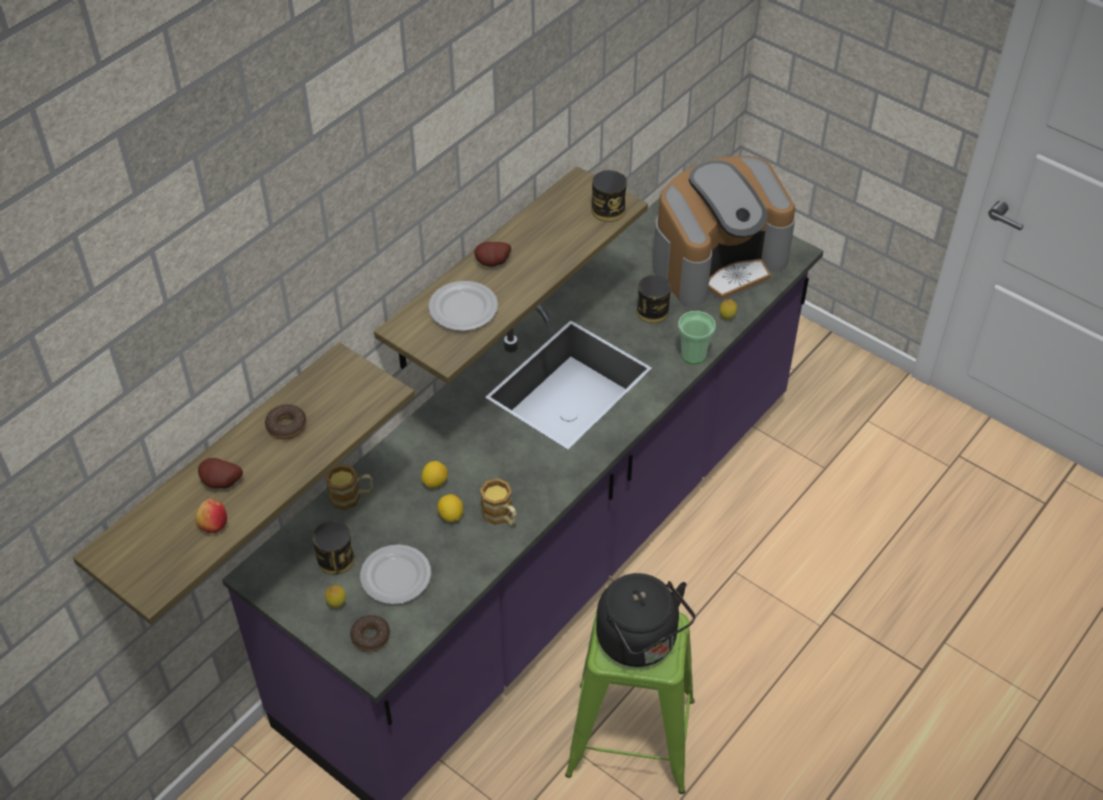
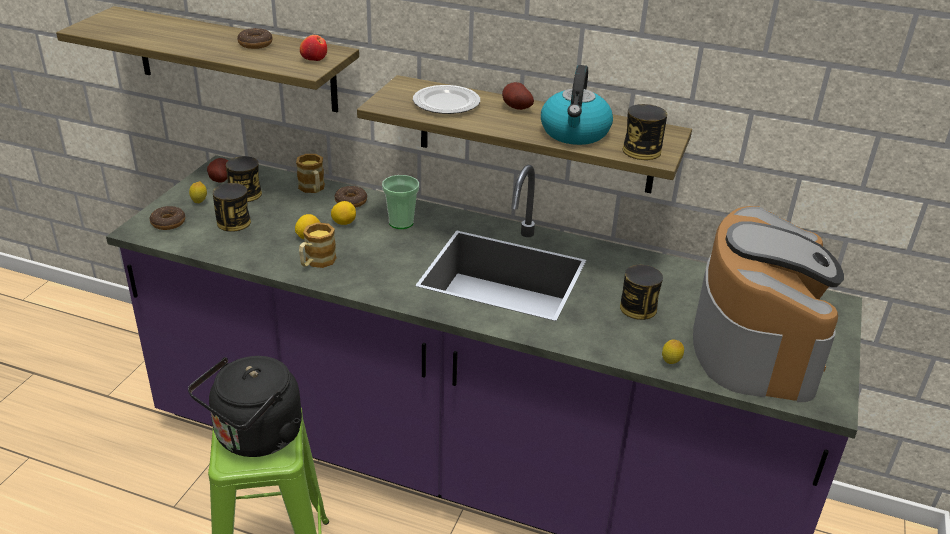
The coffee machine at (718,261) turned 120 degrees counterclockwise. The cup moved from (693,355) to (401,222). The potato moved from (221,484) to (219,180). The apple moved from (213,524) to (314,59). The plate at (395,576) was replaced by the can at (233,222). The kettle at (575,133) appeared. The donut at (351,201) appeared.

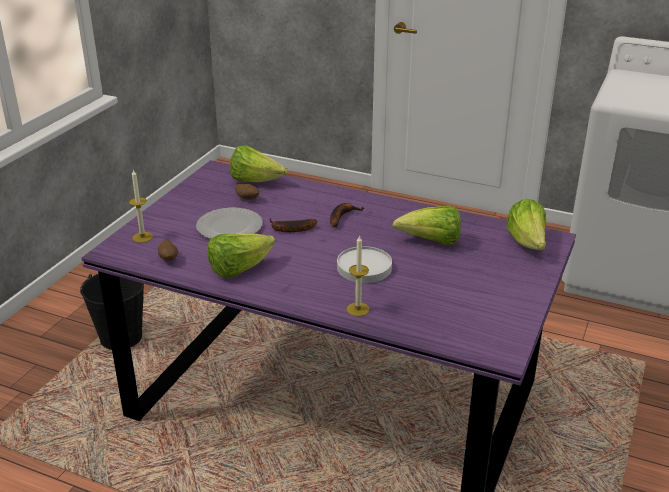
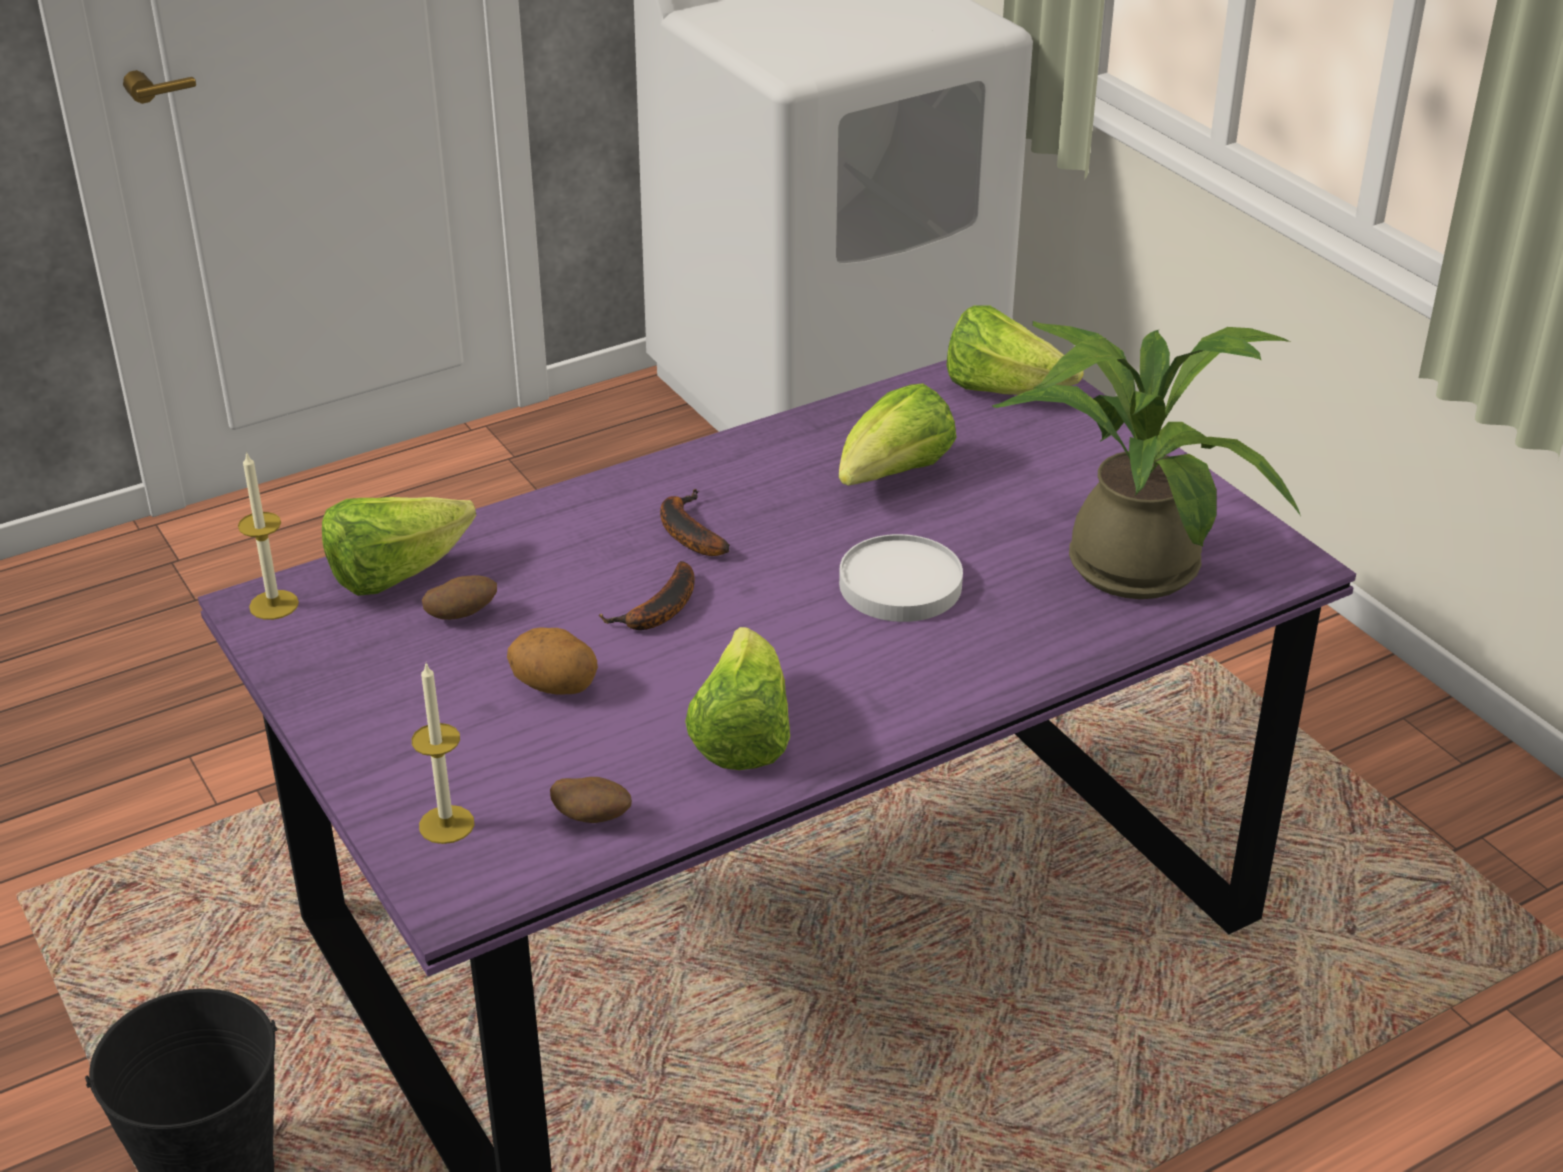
The plate at (229,227) was replaced by the potato at (555,686). The candle moved from (358,309) to (274,605). The potted plant at (1125,556) appeared.

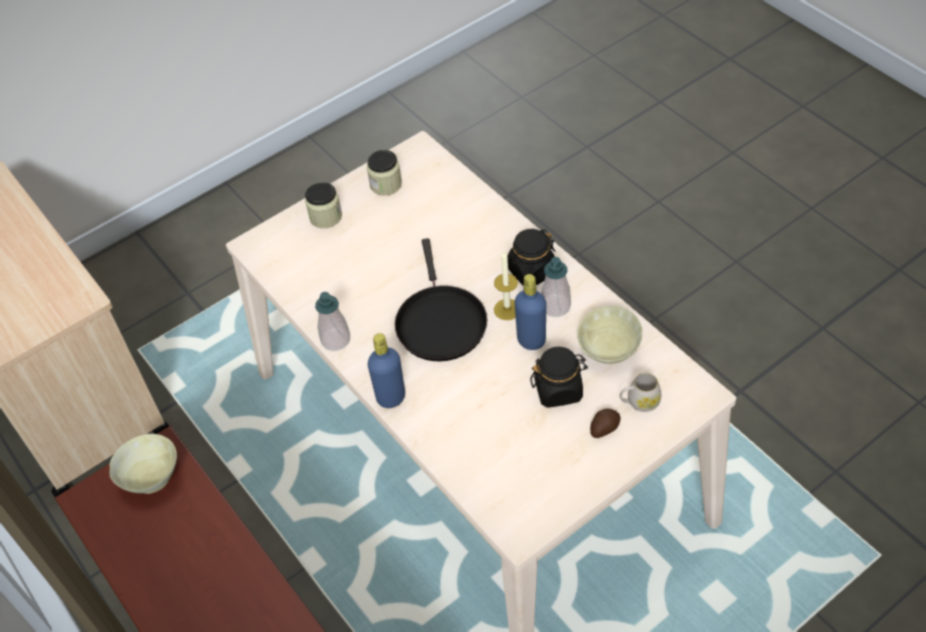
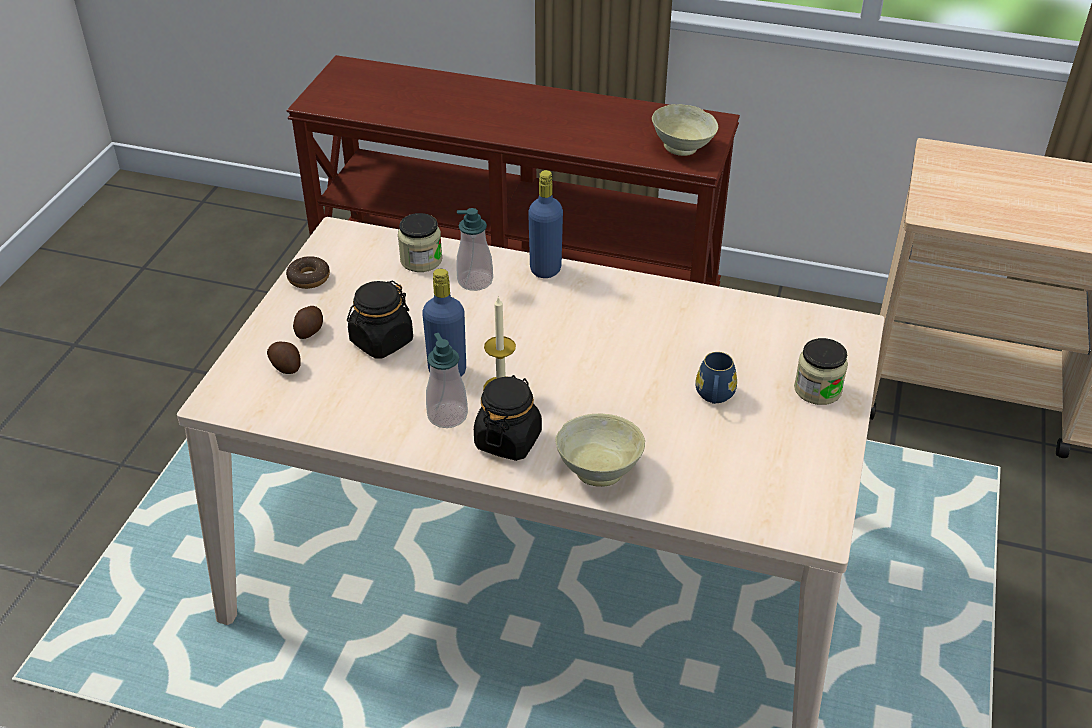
The jar moved from (386,184) to (421,260). The black frying pan at (440,322) disappeared. The soap dispenser moved from (335,340) to (475,281). The beige bowl moved from (607,351) to (600,470). The white mug at (639,402) was replaced by the potato at (286,365). The donut at (309,278) appeared. The blue mug at (714,396) appeared.

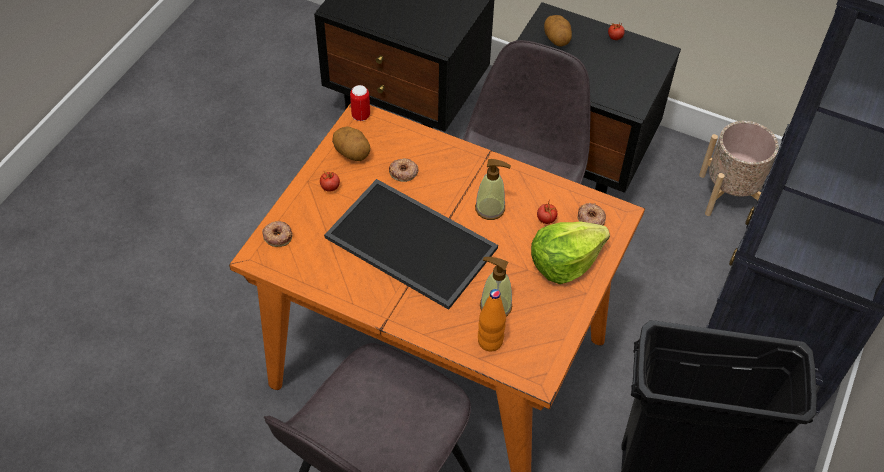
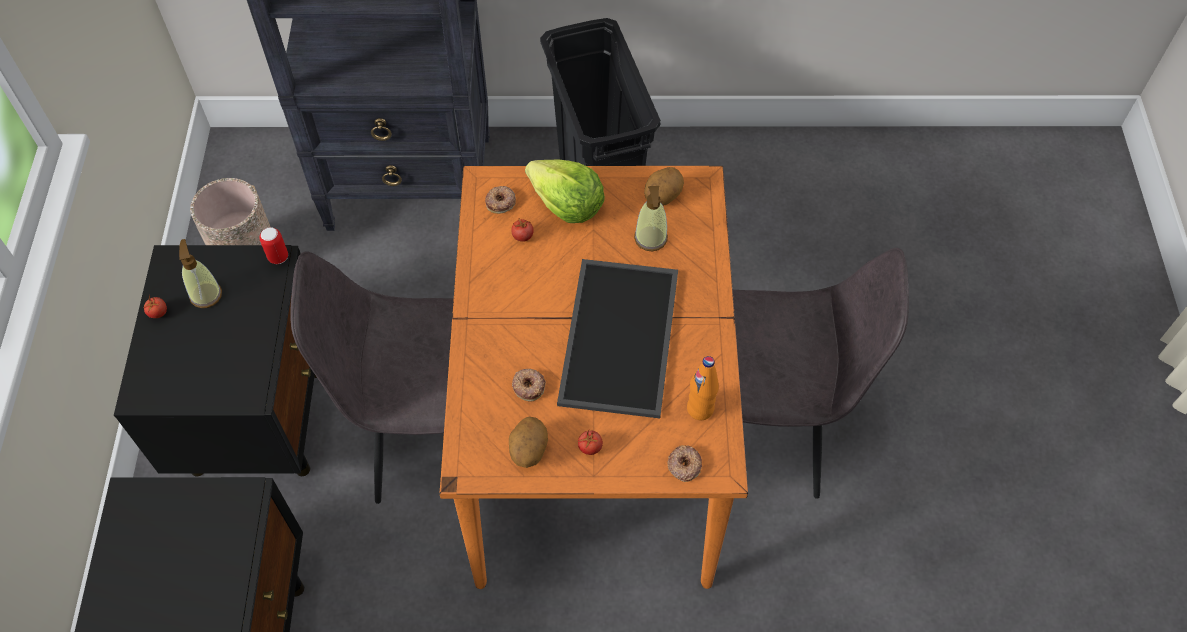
The potato moved from (557,39) to (662,196). The can moved from (361,115) to (278,257). The soap dispenser moved from (490,208) to (206,295). The orange bottle moved from (490,342) to (700,409).

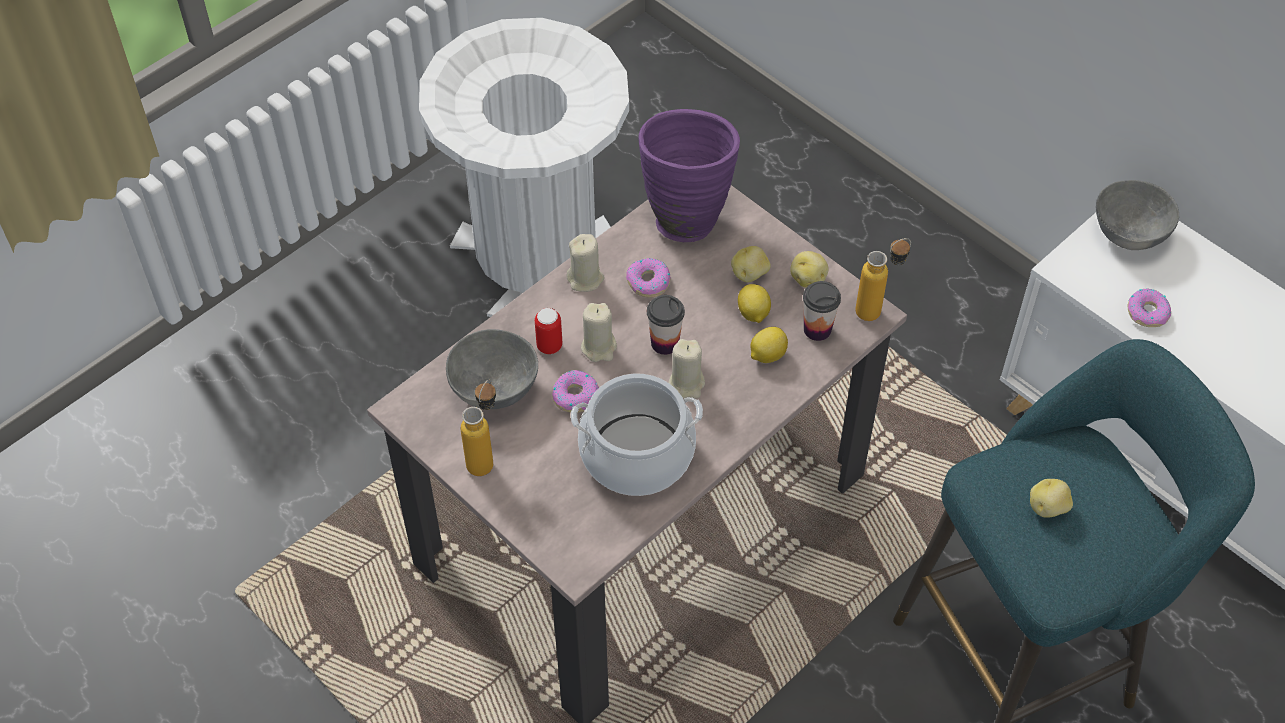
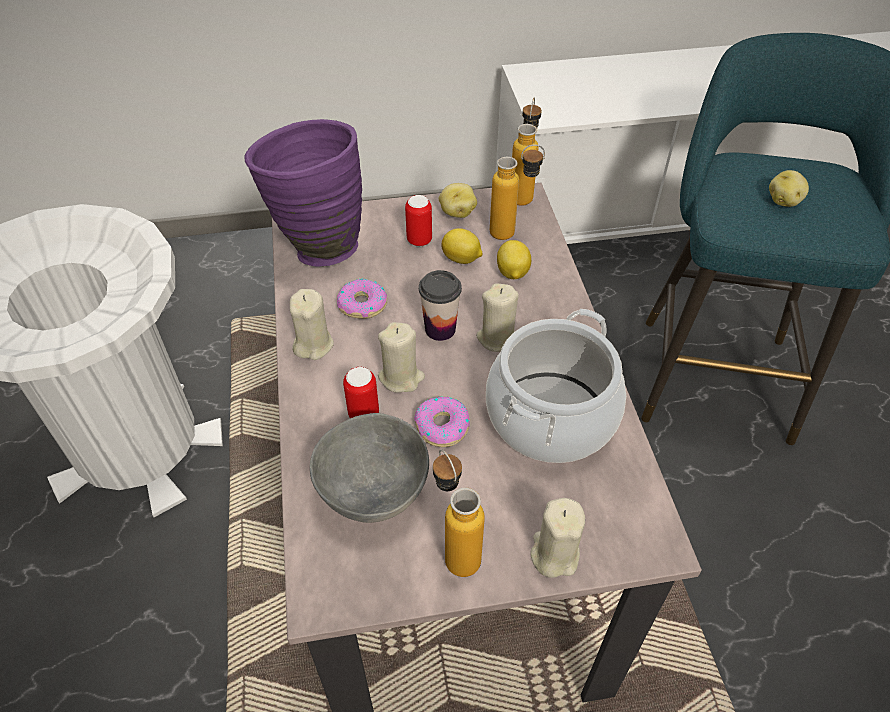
The grey bowl at (1127,235) disappeared. The potato at (750,274) was replaced by the can at (419,240). The cup at (817,329) was replaced by the bottle at (512,232). The donut at (1147,312) disappeared. The beige candle at (554,554) appeared.

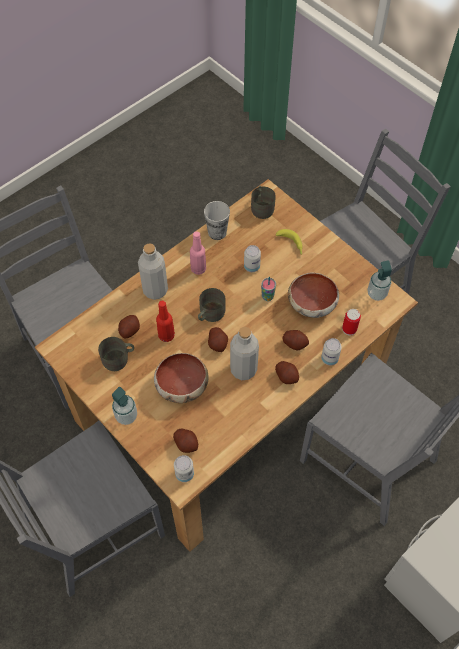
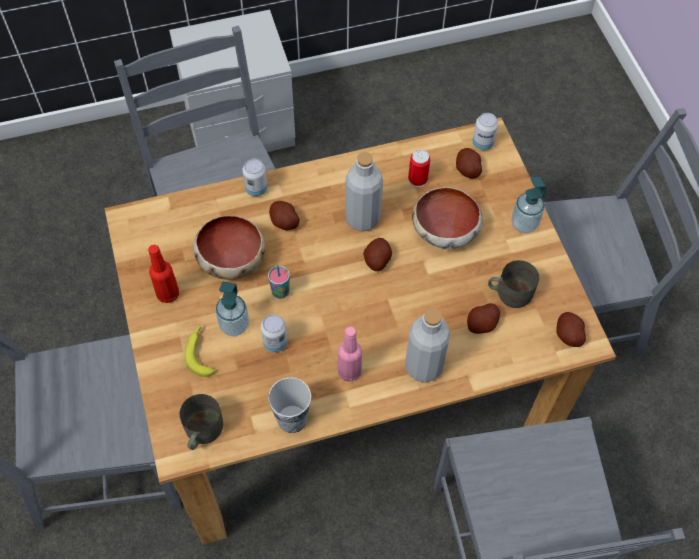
The soap dispenser moved from (377,293) to (234,325). The grey mug at (210,314) disappeared. The red bottle moved from (166,335) to (167,294). The can moved from (349,329) to (417,179). The potato moved from (287,376) to (568,335).

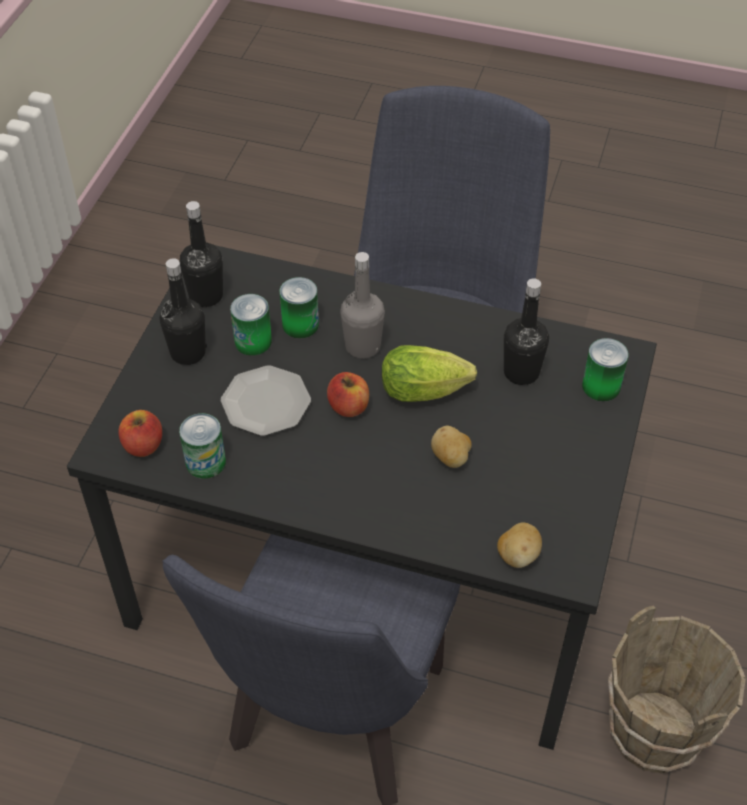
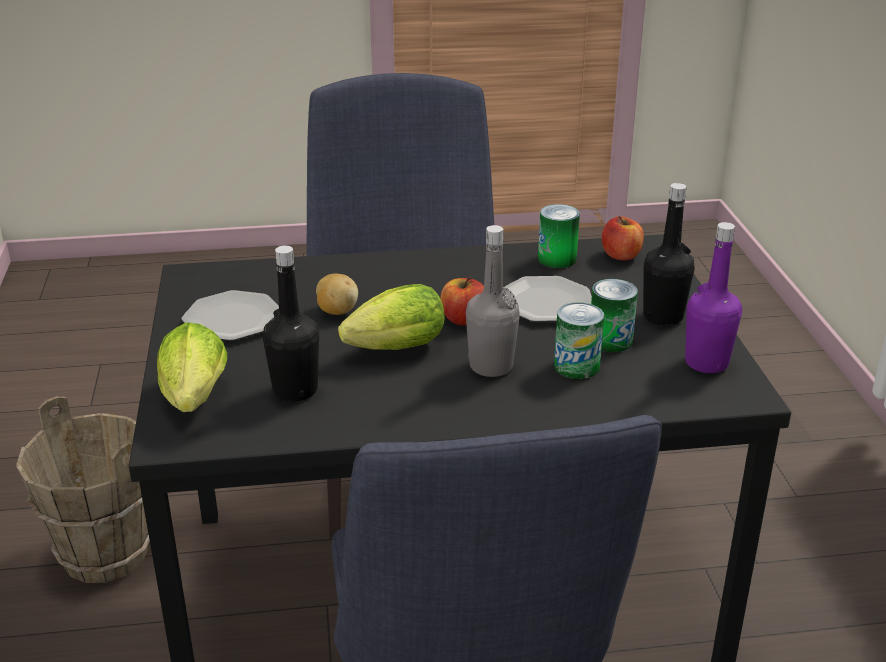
The black bottle at (206,296) became the purple bottle at (706,363). The can at (601,386) was replaced by the lettuce at (194,402). The potato at (518,555) disappeared. The plate at (233,319) appeared.

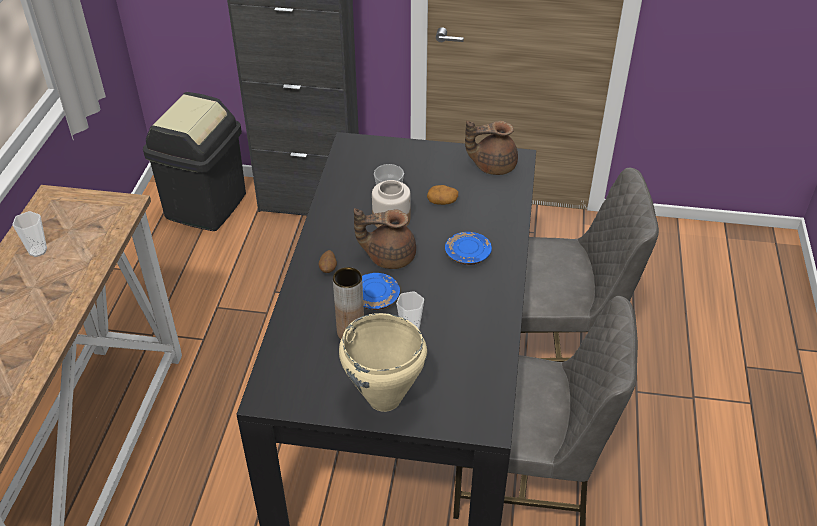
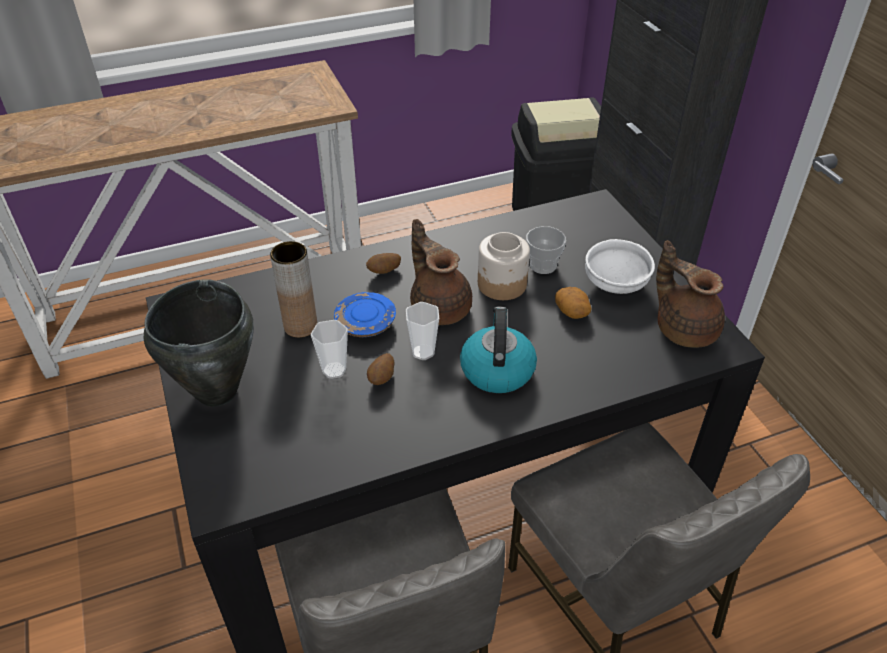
The cup moved from (38,251) to (423,352). The blue plate at (467,255) was replaced by the kettle at (497,369). The beige cooking pot at (384,399) became the black cooking pot at (216,392). The white bowl at (615,285) appeared. The potato at (382,378) appeared.

